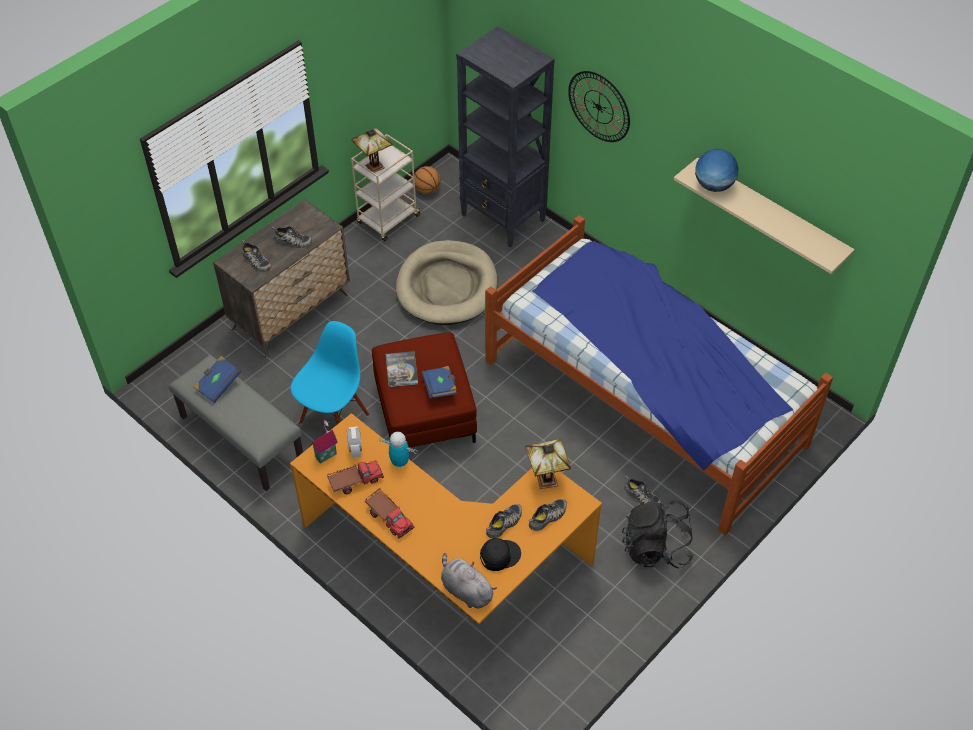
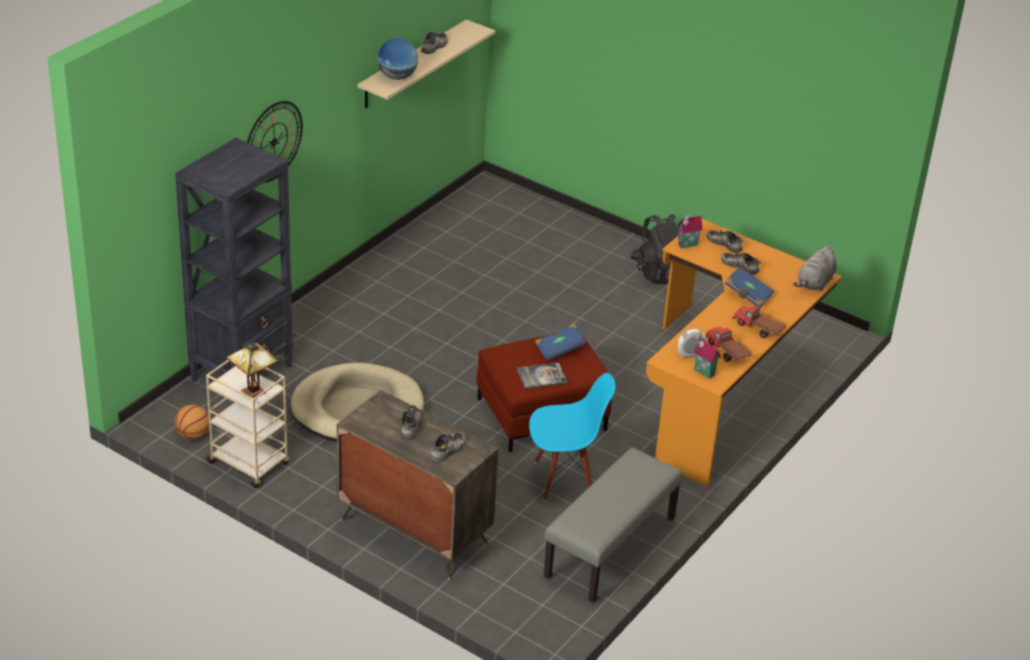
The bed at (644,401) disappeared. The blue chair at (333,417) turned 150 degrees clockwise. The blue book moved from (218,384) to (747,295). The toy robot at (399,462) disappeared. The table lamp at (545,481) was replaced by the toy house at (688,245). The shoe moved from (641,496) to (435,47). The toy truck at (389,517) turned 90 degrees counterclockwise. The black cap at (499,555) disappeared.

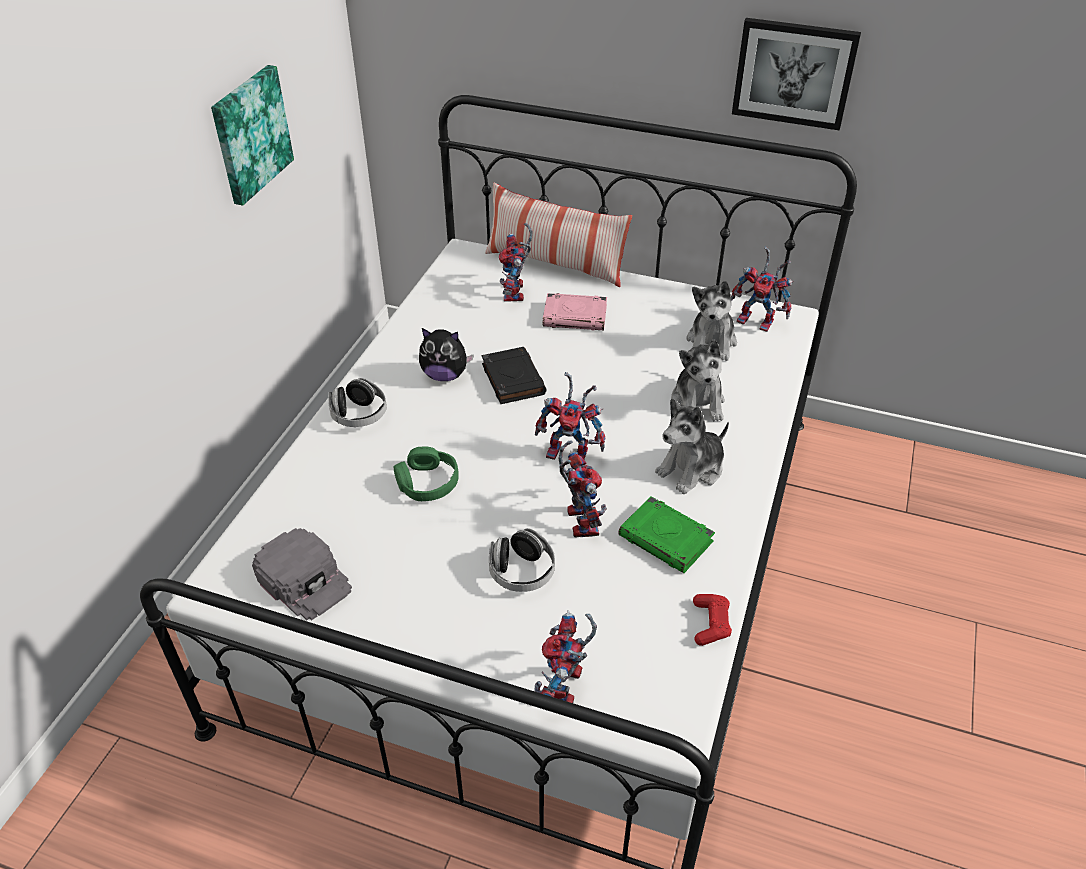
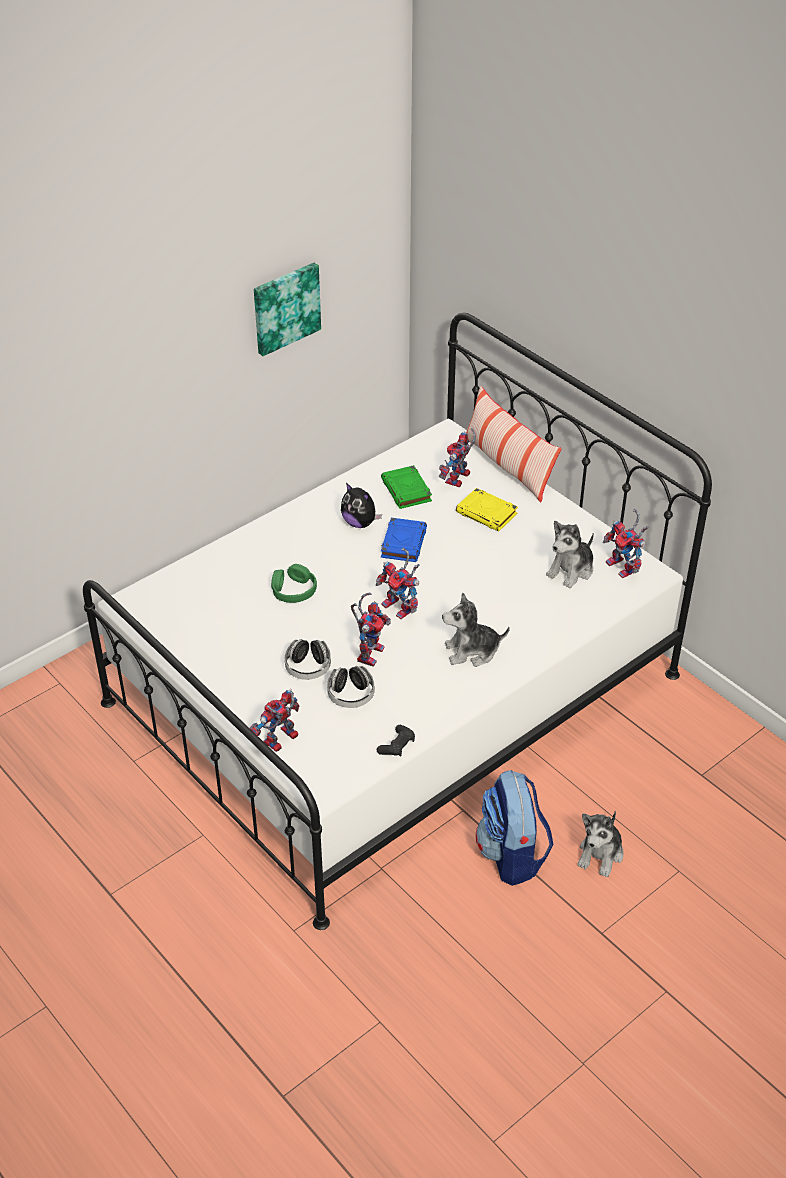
The picture at (794,73) disappeared. The pink book at (575,316) became the yellow book at (487,513). The plush toy moved from (698,402) to (601,854). The black book at (512,379) became the blue book at (403,543). The headphones moved from (359,415) to (351,695). The green book moved from (667,539) to (407,491). The grey cap at (304,579) disappeared. The red game controller at (710,624) became the black game controller at (397,746). The backpack at (512,855) appeared.

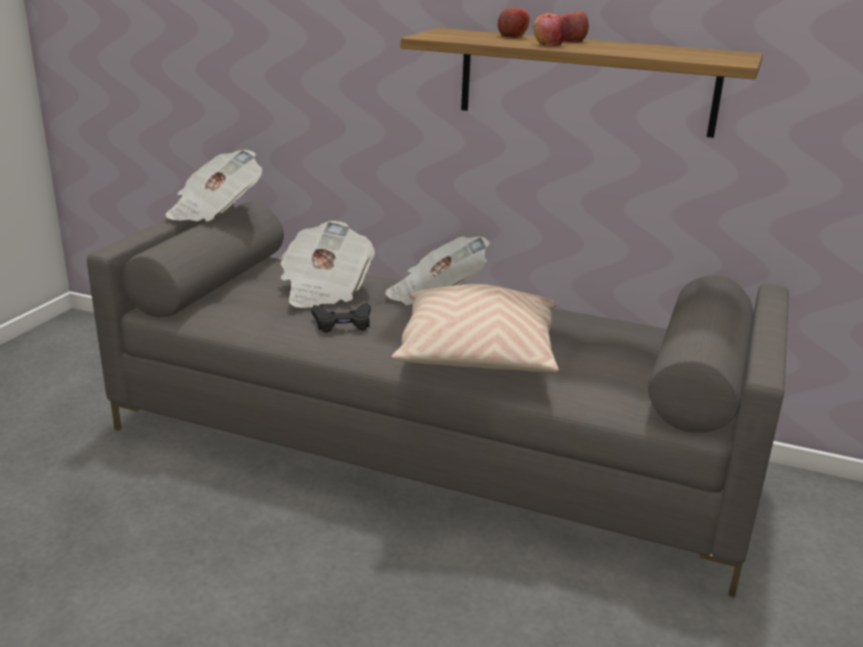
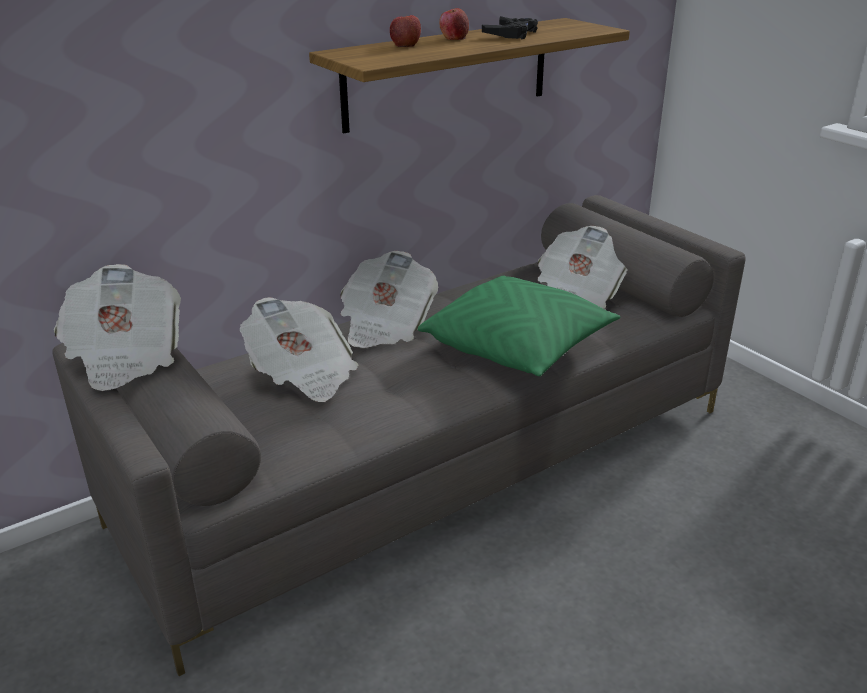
The apple at (548,44) disappeared. The beige pillow at (478,356) became the green pillow at (518,347). The black game controller moved from (342,323) to (511,34). The newspaper at (578,294) appeared.

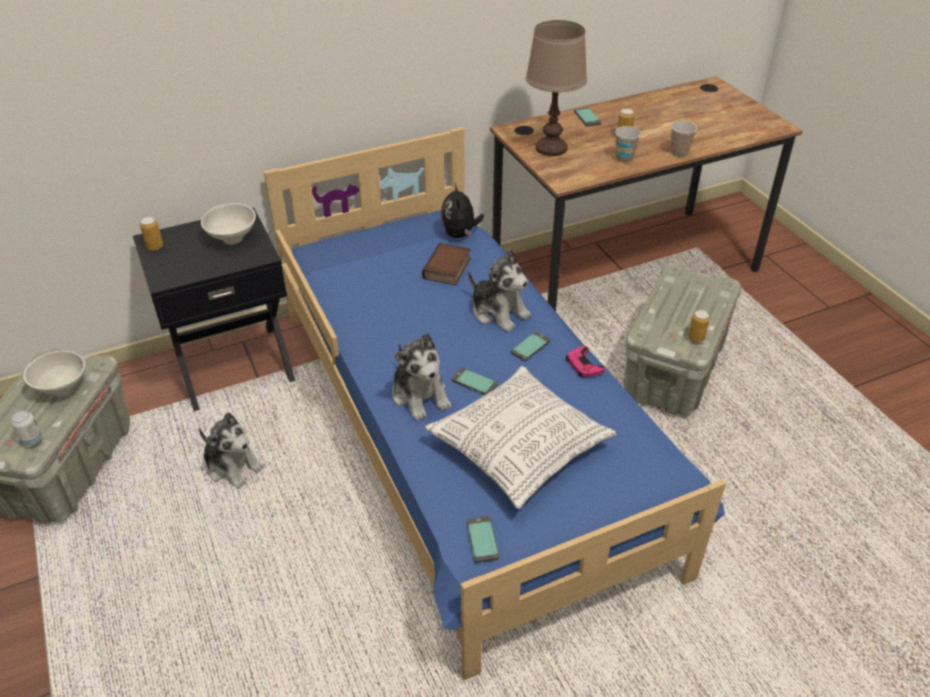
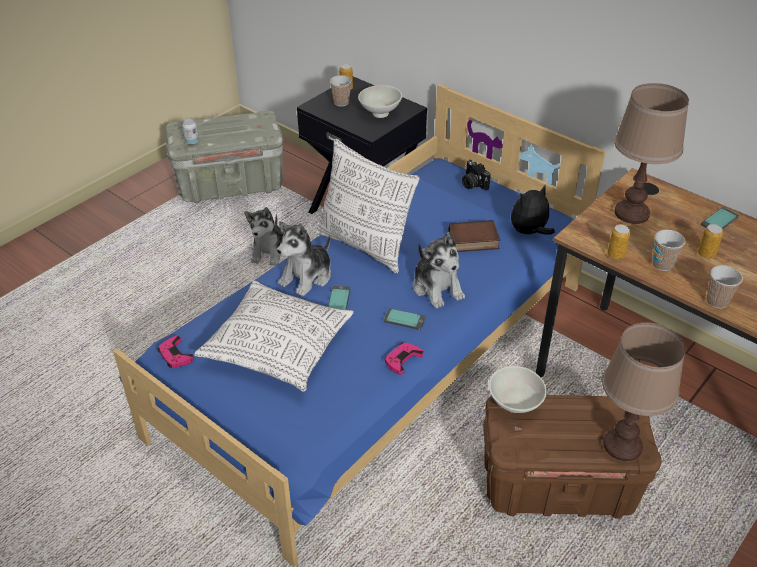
The plush toy at (499,312) turned 45 degrees counterclockwise. The grey storage box at (672,370) became the brown storage box at (559,485). The can moved from (696,338) to (615,255). The white bowl moved from (62,387) to (515,404). The phone at (482,540) was replaced by the pink game controller at (175,355). The cup at (341,103) appeared. The pillow at (365,246) appeared. The photo camera at (473,184) appeared. The brown table lamp at (623,445) appeared.

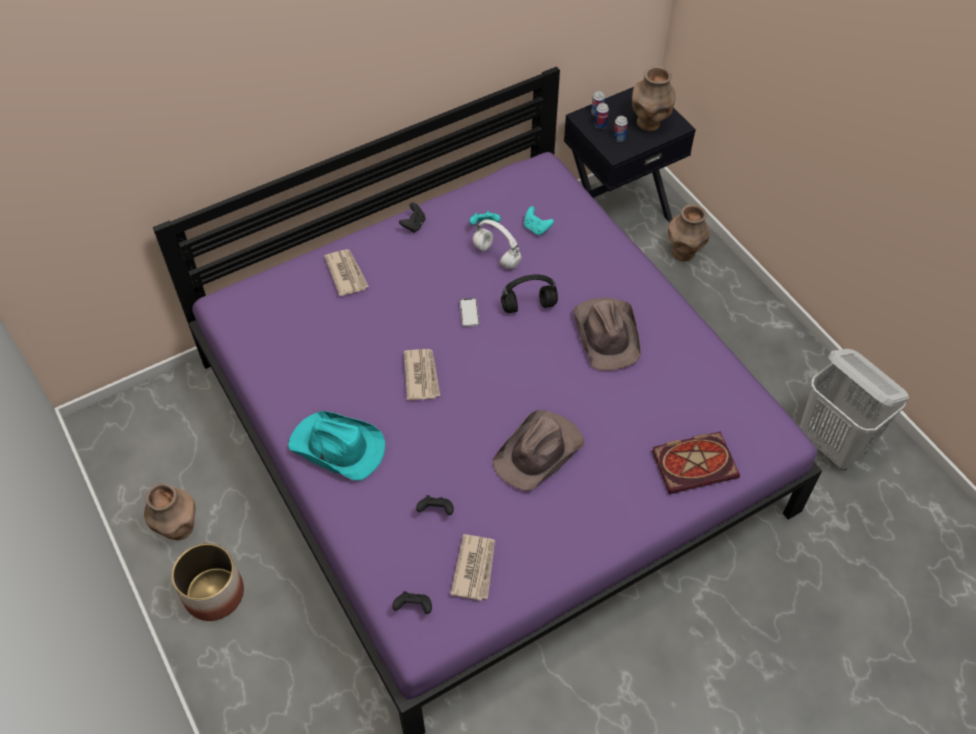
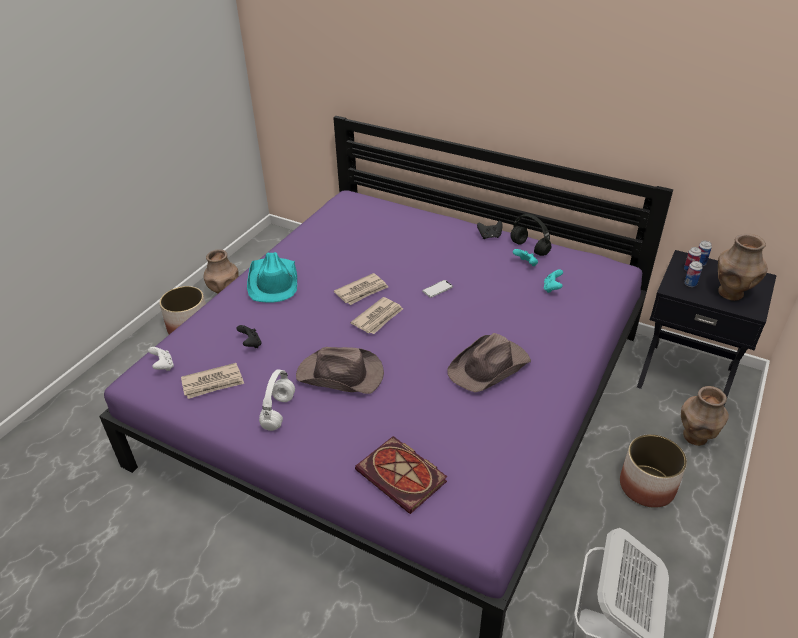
The white headphones moved from (495,256) to (278,411). The newspaper moved from (346,273) to (378,317). The black headphones moved from (529,305) to (530,248). The black game controller at (414,607) became the white game controller at (163,366). The planter at (646,486) appeared.

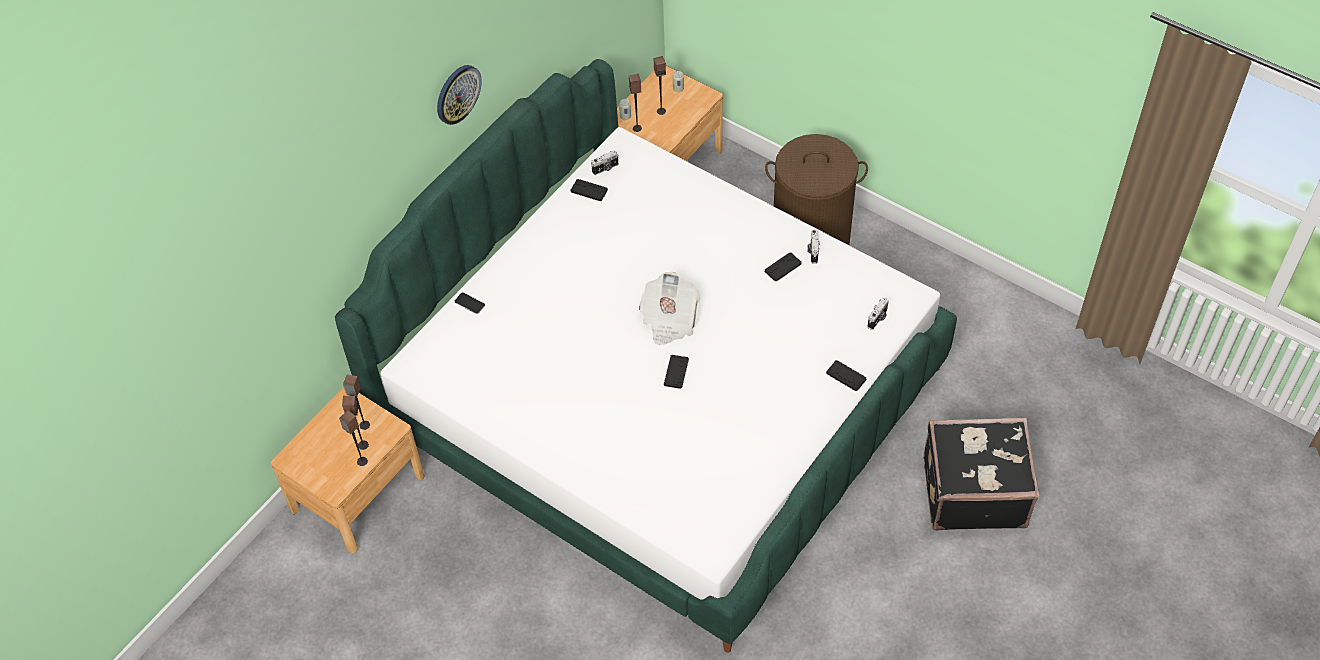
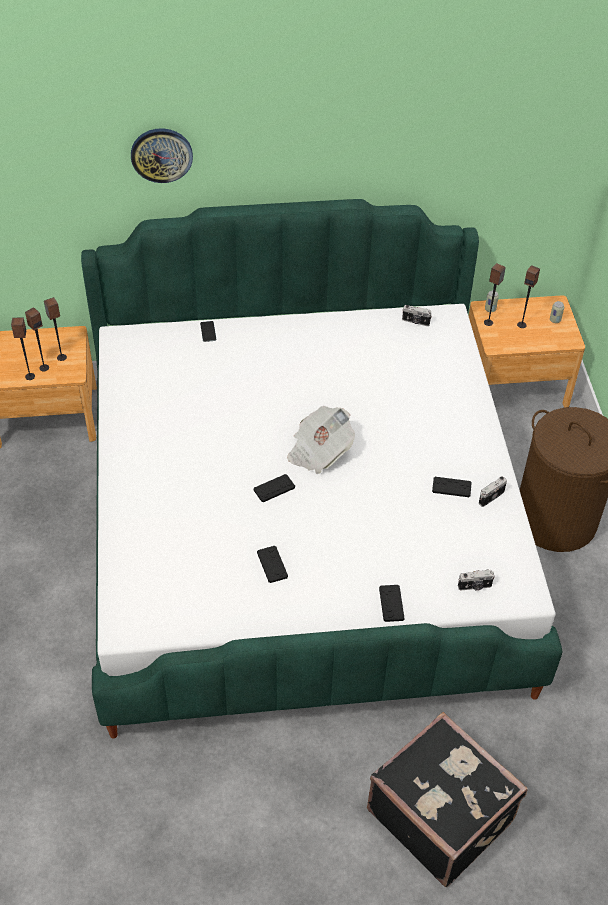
The wall clock moved from (457,94) to (161,154). The black game controller moved from (589,190) to (272,565).

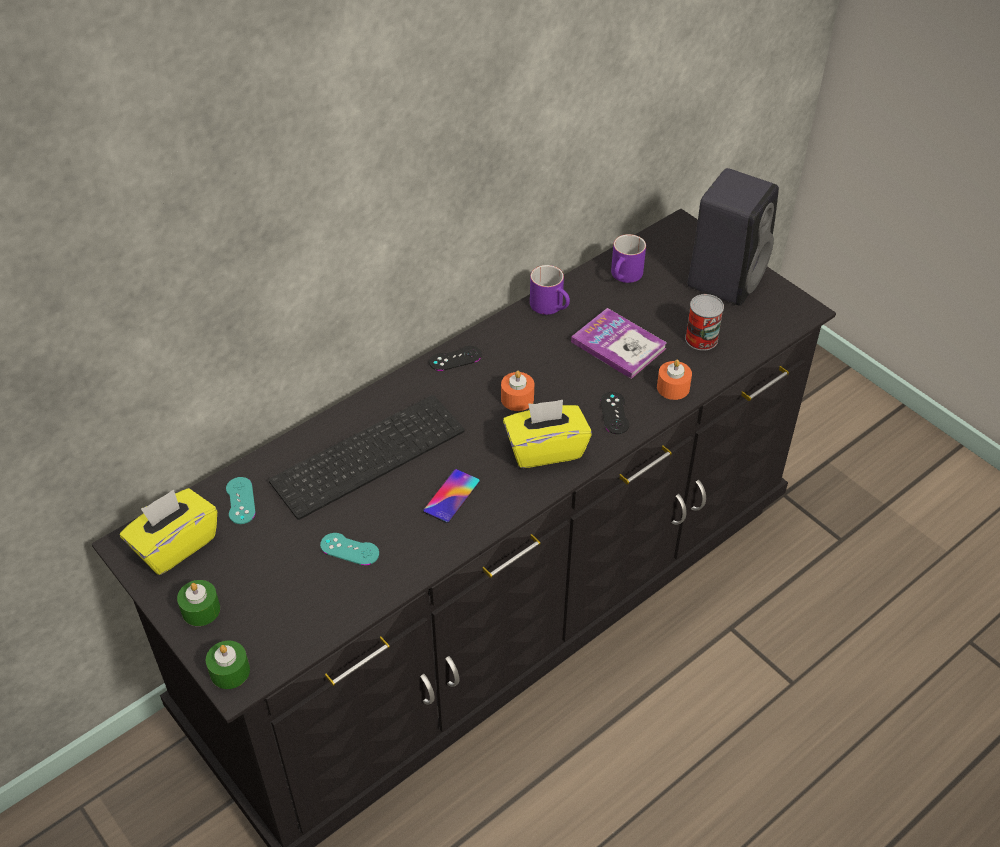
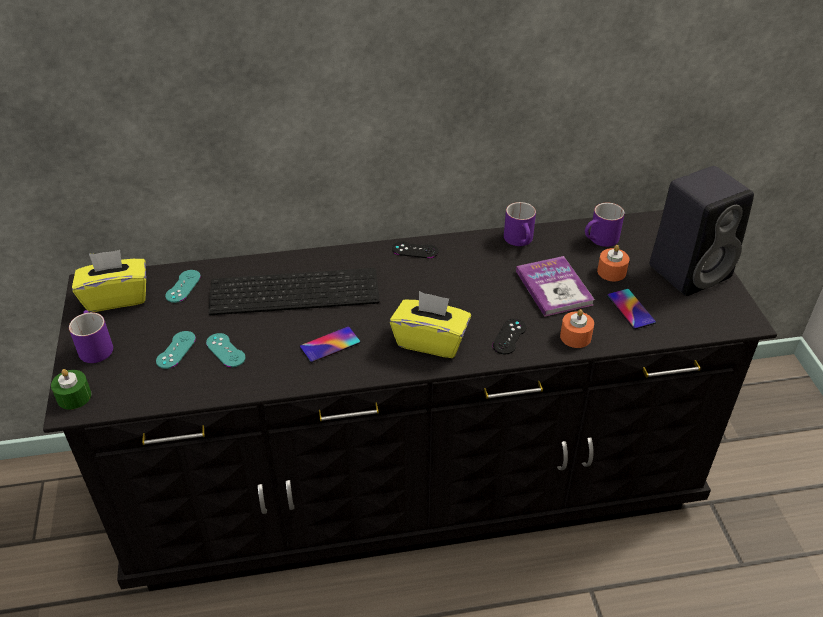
The can at (701,339) was replaced by the phone at (630,309). The orange candle moved from (517,399) to (611,272). The green candle at (201,610) was replaced by the purple mug at (94,346). The turquoise game controller at (176,350) appeared.

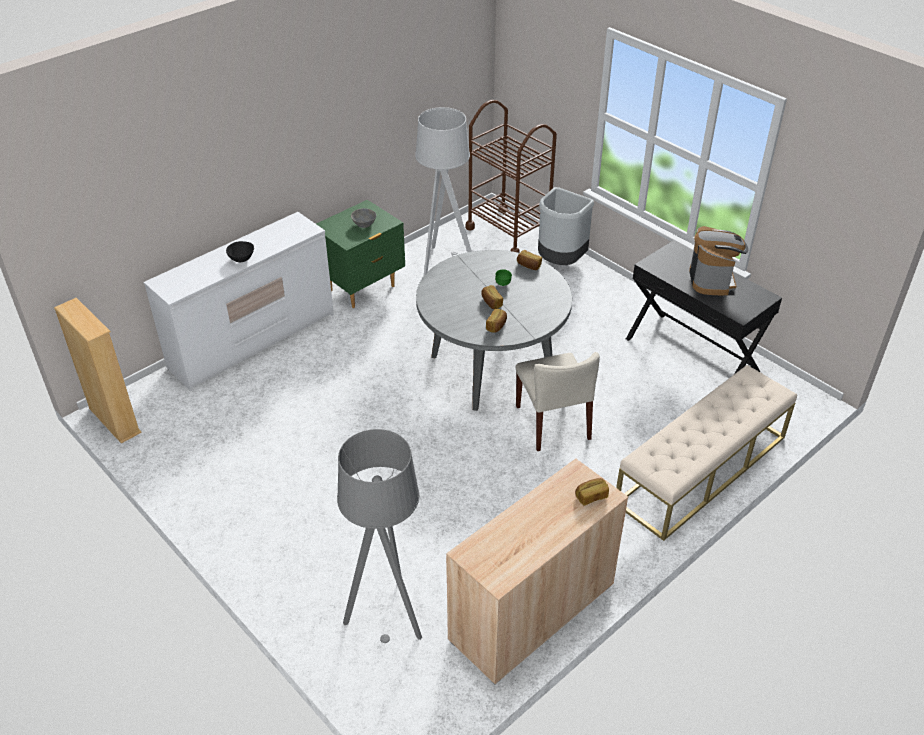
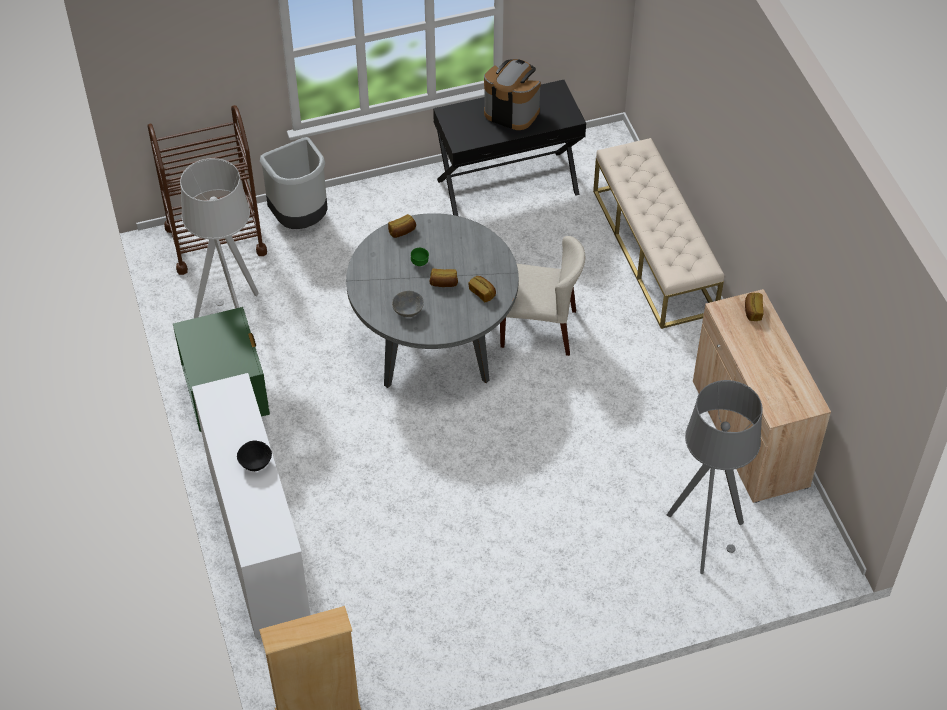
The grey bowl moved from (364,224) to (408,311).

